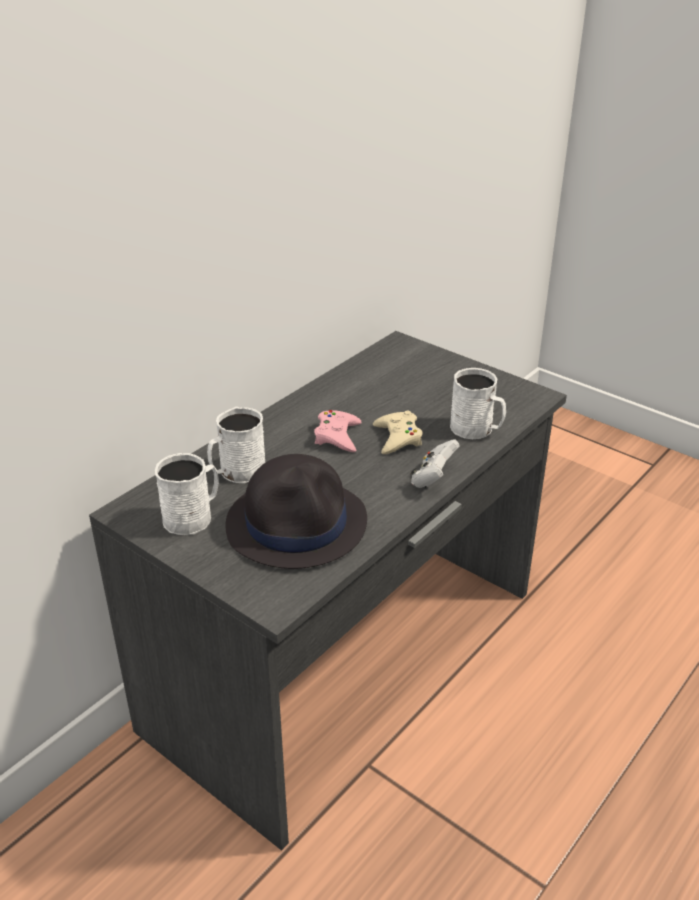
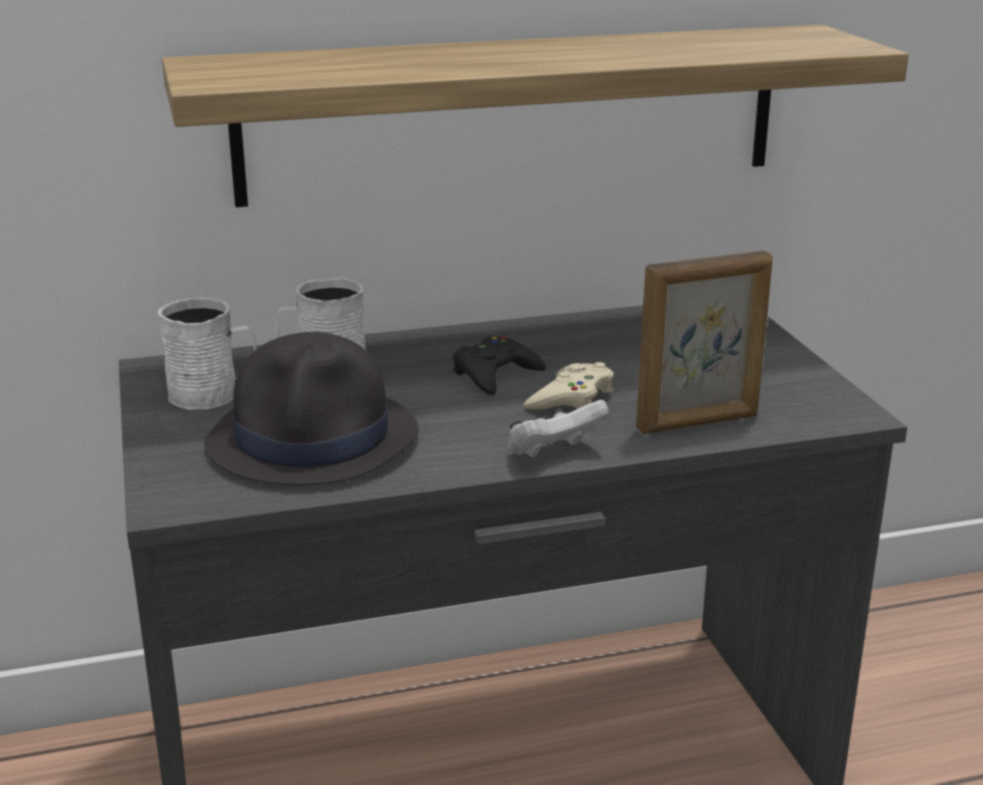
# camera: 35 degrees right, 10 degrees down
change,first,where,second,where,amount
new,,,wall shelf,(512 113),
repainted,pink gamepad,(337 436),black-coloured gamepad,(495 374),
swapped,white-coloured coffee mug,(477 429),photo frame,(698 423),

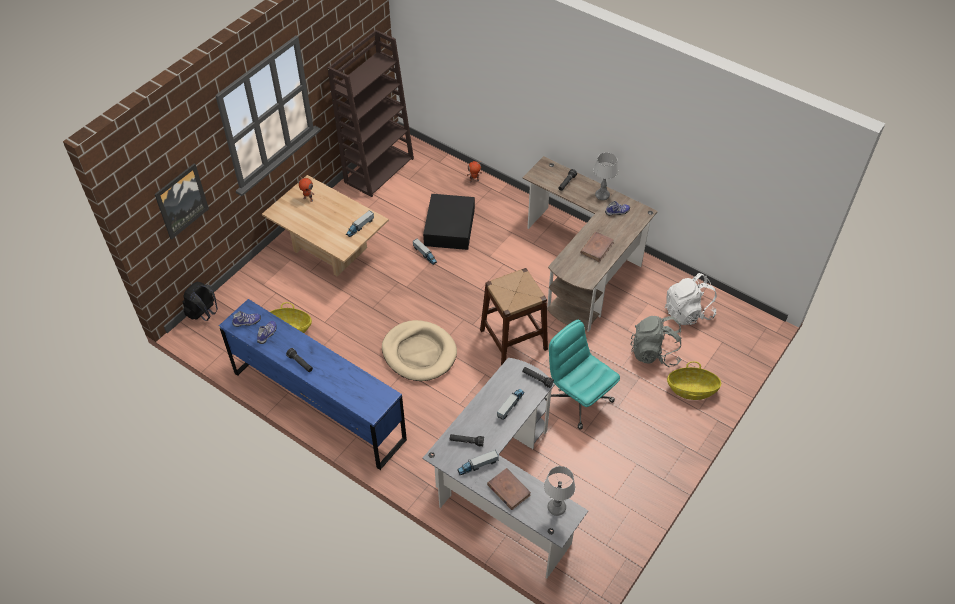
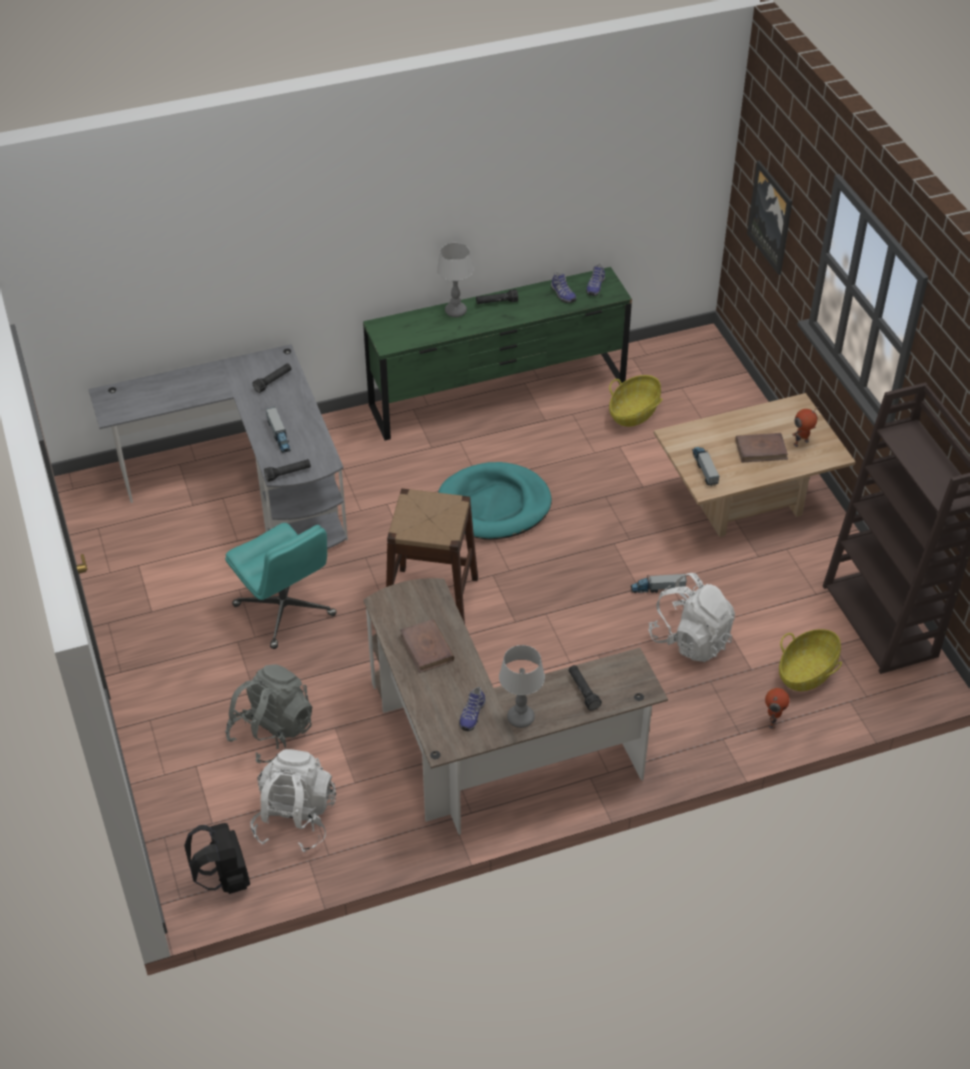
# camera: 125 degrees right, 5 degrees down
change,first,where,second,where,amount
shifted,black-coloured knapsack,(204 314),,(224 878),
rotated,turquoise-coloured desk chair,(578 399),,(285 611),60 degrees clockwise
repainted,blue-coloured dresser,(318 405),greenish dresser,(498 394),
shifted,lamp for a table,(557 507),,(455 311),
repainted,beige dog cushion,(419 353),turquoise-coloured dog cushion,(494 505),
swapped,black-coloured storage box,(449 227),white-coloured knapsack,(691 639),
shifted,brown-coloured bound book,(508 490),,(761 450),
shifted,household basket,(691 390),,(806 672),
gone,toy truck,(477 465),,,

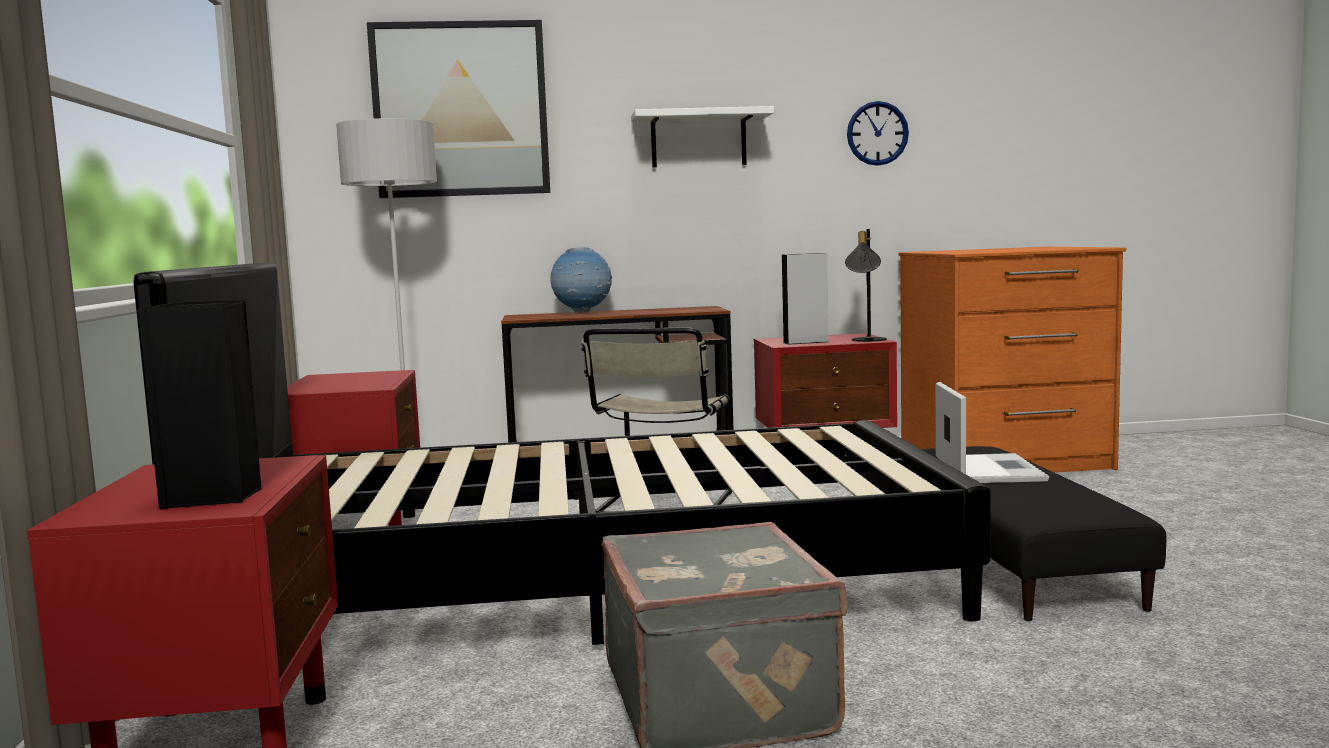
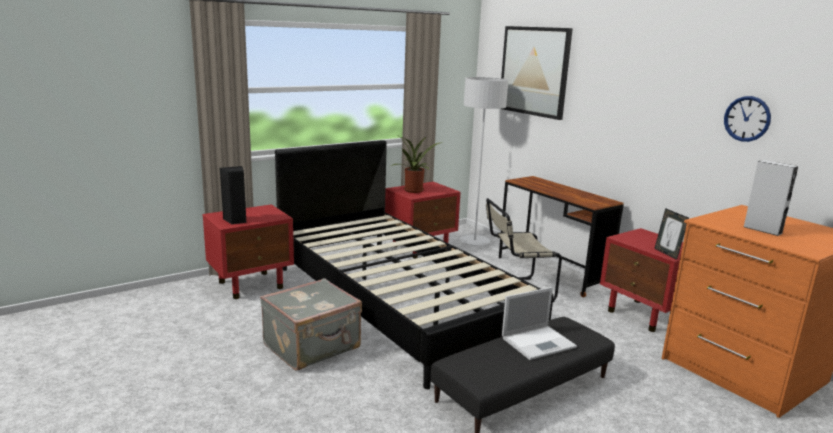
# camera: 60 degrees right, 10 degrees up
change,first,where,second,where,amount
new,,,houseplant,(414 191),
swapped,black-coloured lamp for a table,(866 340),photo frame,(667 253),
shifted,gray speaker,(805 342),,(762 230),
gone,desk globe,(582 313),,,
gone,white-coloured wall shelf,(698 140),,,

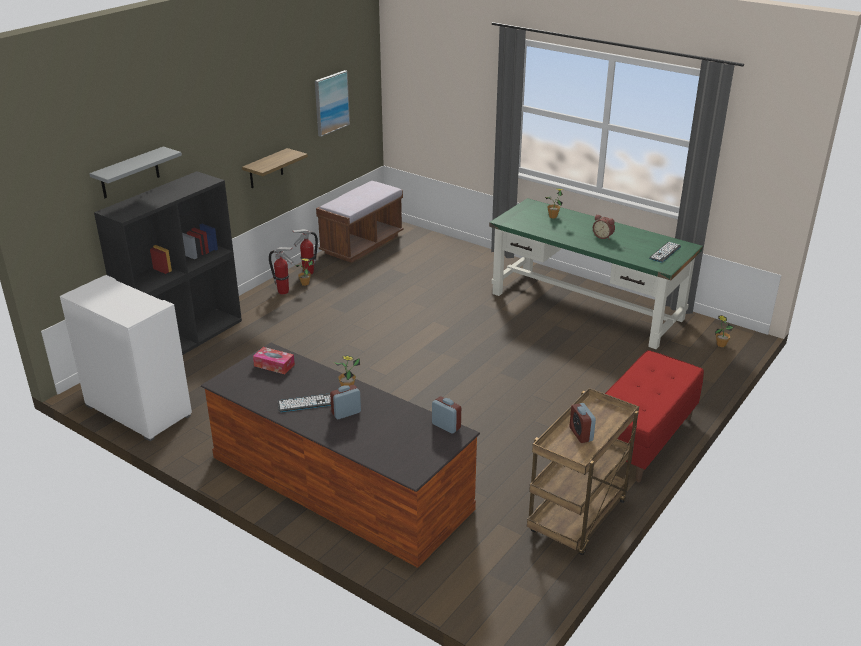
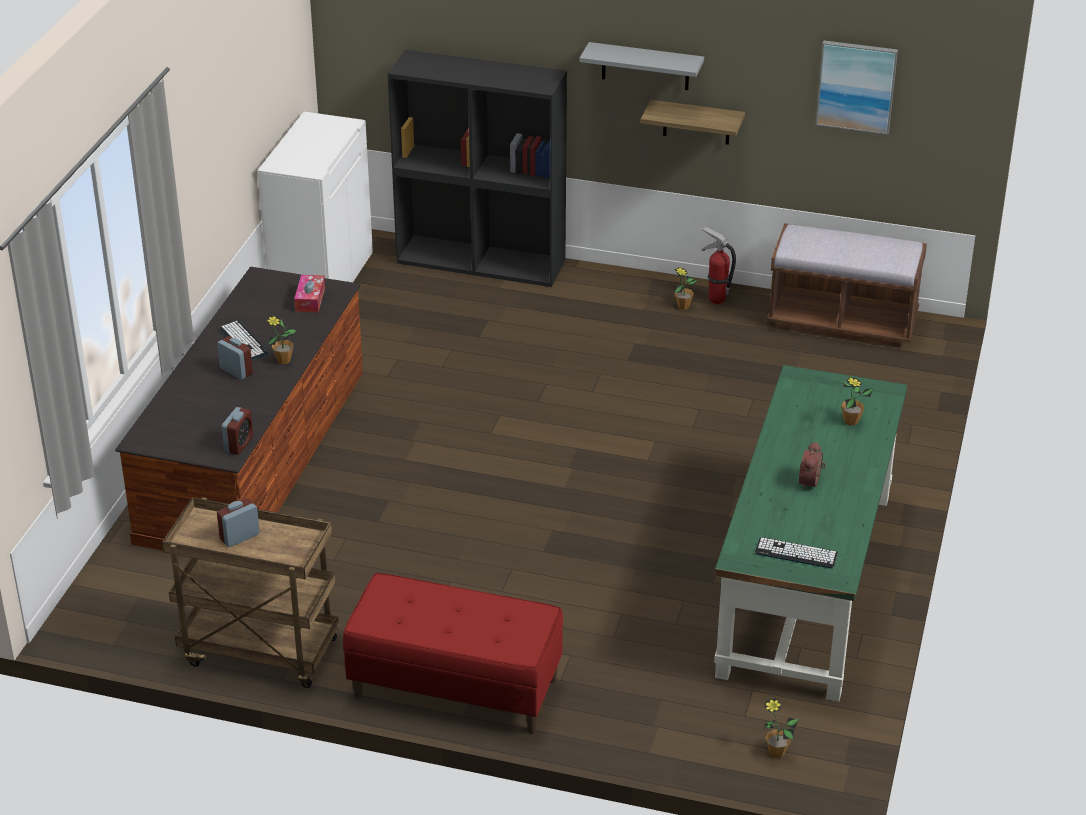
# camera: 70 degrees right, 5 degrees up
change,first,where,second,where,amount
shifted,gray wall shelf,(129 173),,(645 66),
gone,fire extinguisher,(284 292),,,

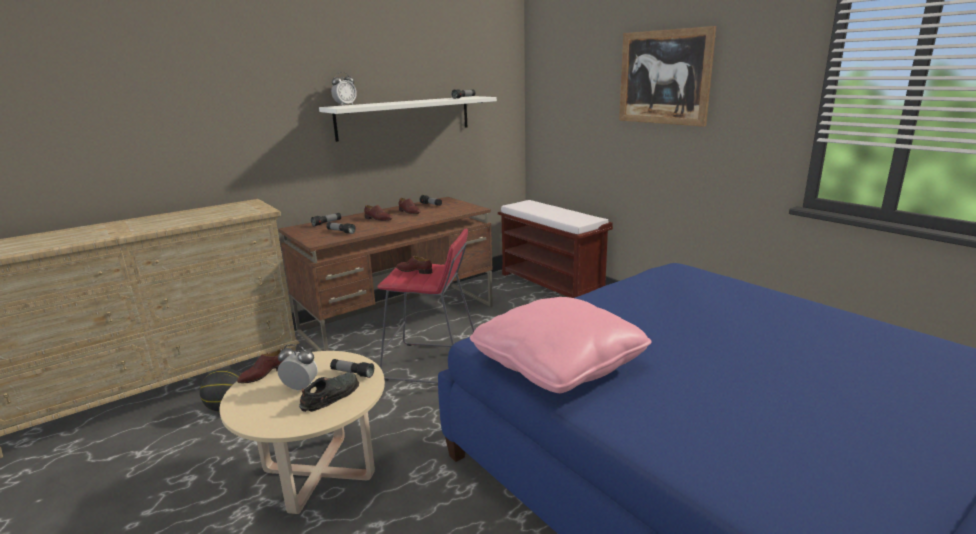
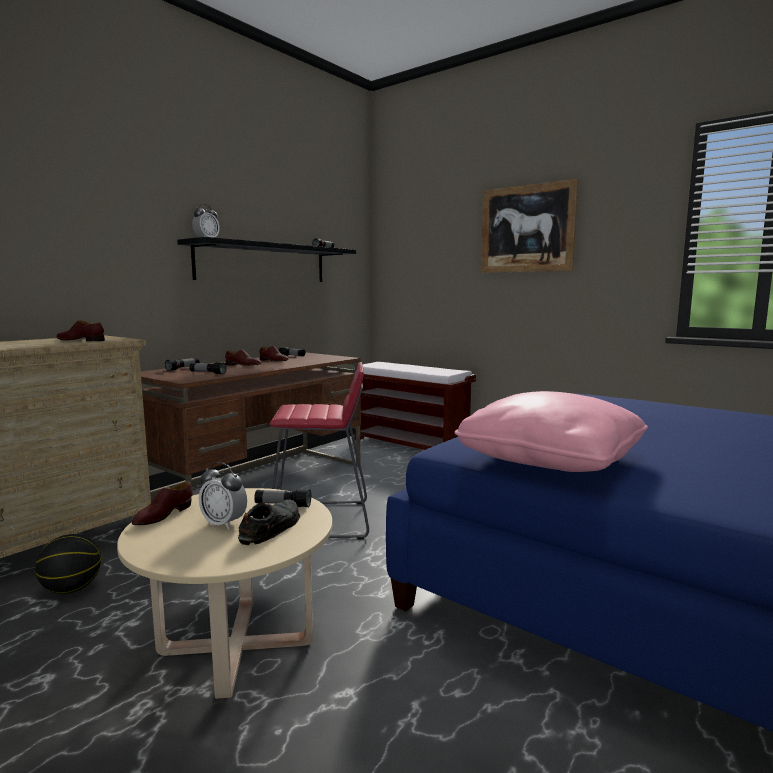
# camera: 15 degrees left, 10 degrees down
change,first,where,second,where,amount
shifted,brown-coloured shoe,(414 271),,(81 341),
repainted,white-coloured wall shelf,(404 117),black-coloured wall shelf,(263 263),
rotated,alarm clock,(300 388),,(224 524),150 degrees counterclockwise

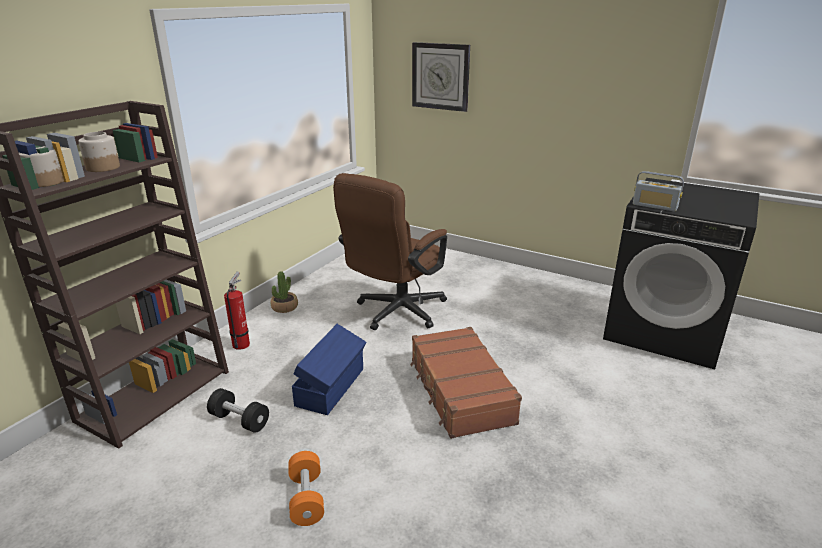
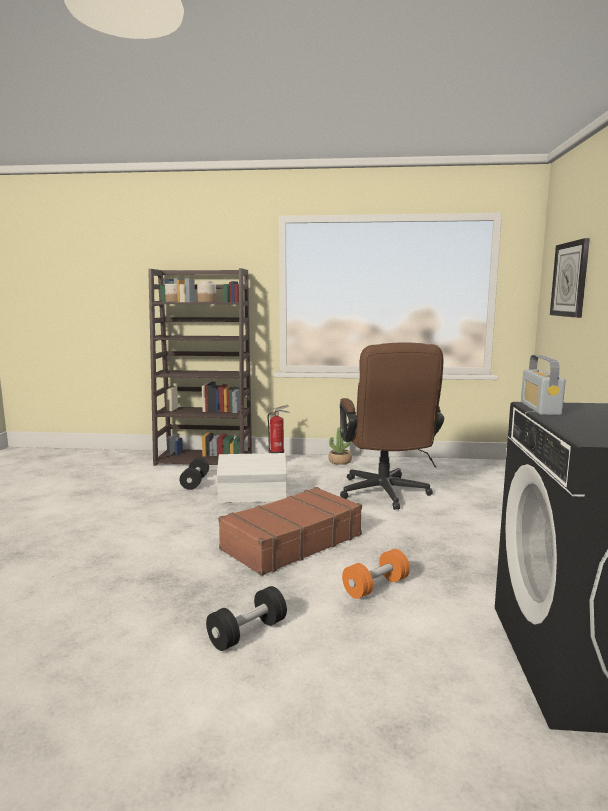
# camera: 65 degrees right, 15 degrees down
change,first,where,second,where,amount
new,,,black-coloured free weight,(247 633),
repainted,blue-coloured storage box,(332 386),white-coloured storage box,(253 497),
rotated,brown-coloured desk chair,(395 313),,(385 495),105 degrees counterclockwise
shifted,orange free weight,(306 498),,(376 587),

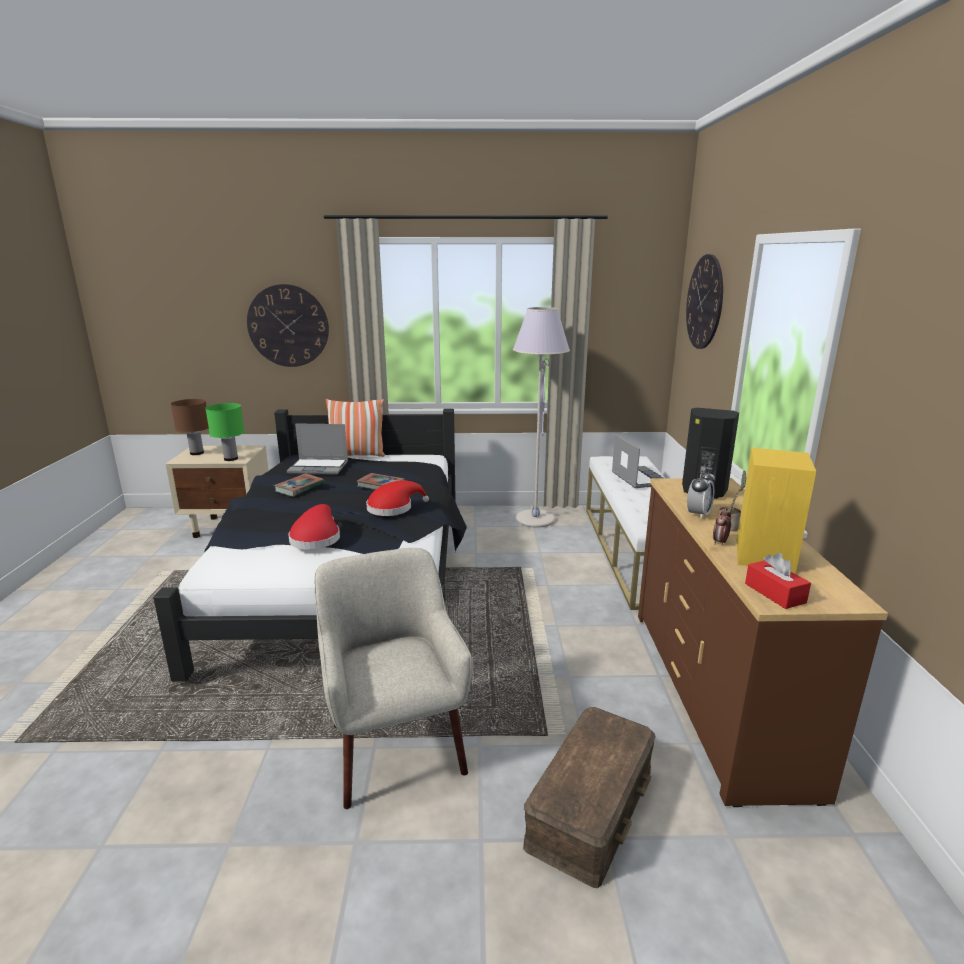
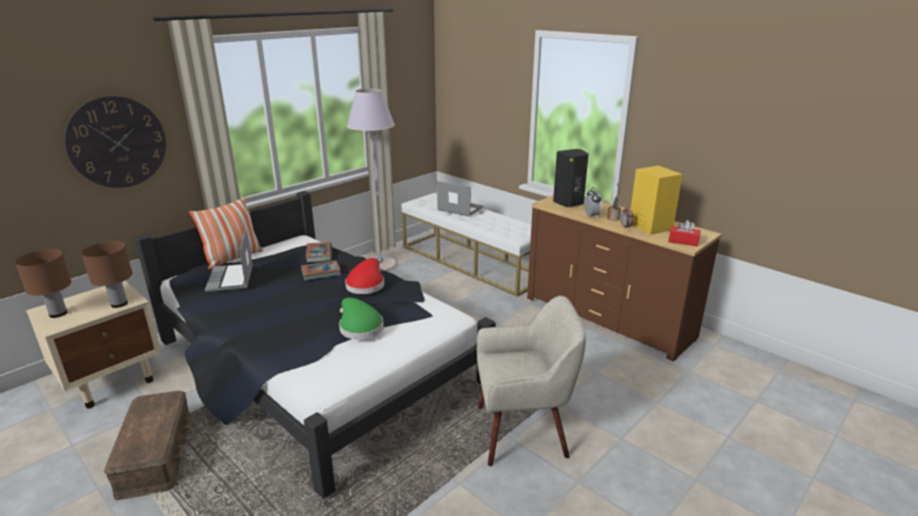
# camera: 45 degrees left, 5 degrees up
change,first,where,second,where,amount
repainted,greenish lamp for a table,(231 459),brown-coloured lamp for a table,(119 303),
shifted,brown-coloured storage box,(592 807),,(157 454),
rotated,laptop,(319 468),,(231 279),120 degrees clockwise
shifted,bound book,(300 488),,(319 254),
repainted,reddish clothing hat,(316 538),greenish clothing hat,(359 327),
rotated,beige lounge chair,(395 747),,(523 432),150 degrees clockwise
gone,hanging clock,(704 302),,,

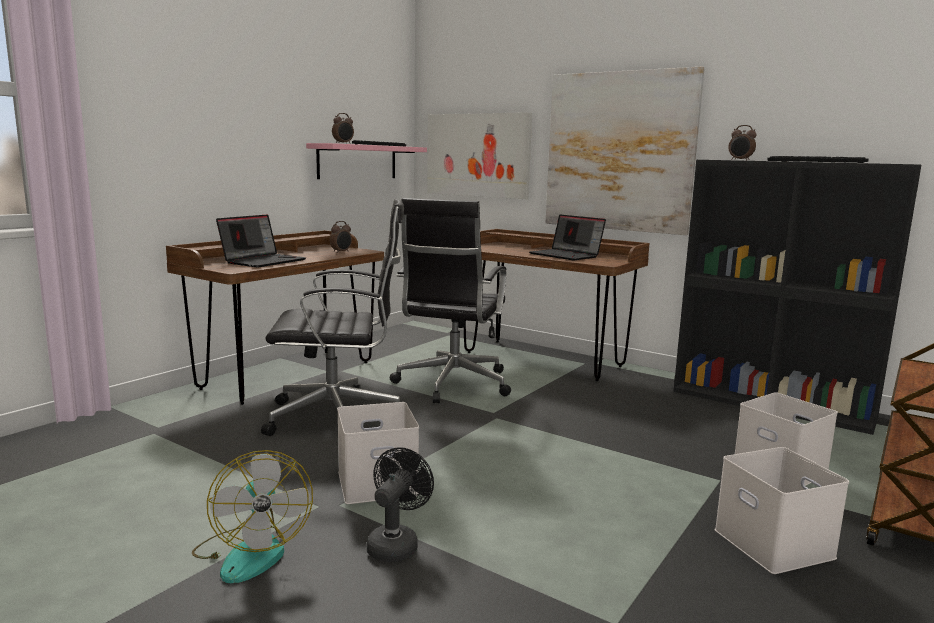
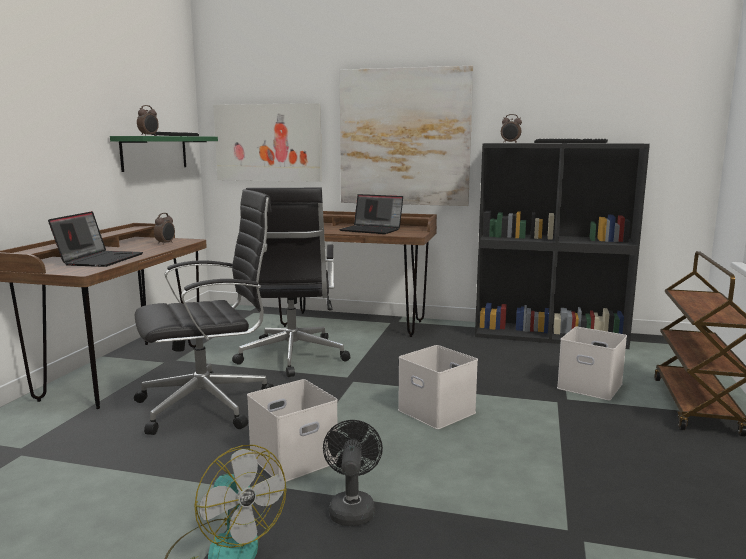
# camera: 20 degrees left, 0 degrees up
change,first,where,second,where,amount
repainted,pink wall shelf,(357 162),greenish wall shelf,(154 152),
shifted,white-coloured storage box,(770 543),,(434 411),

